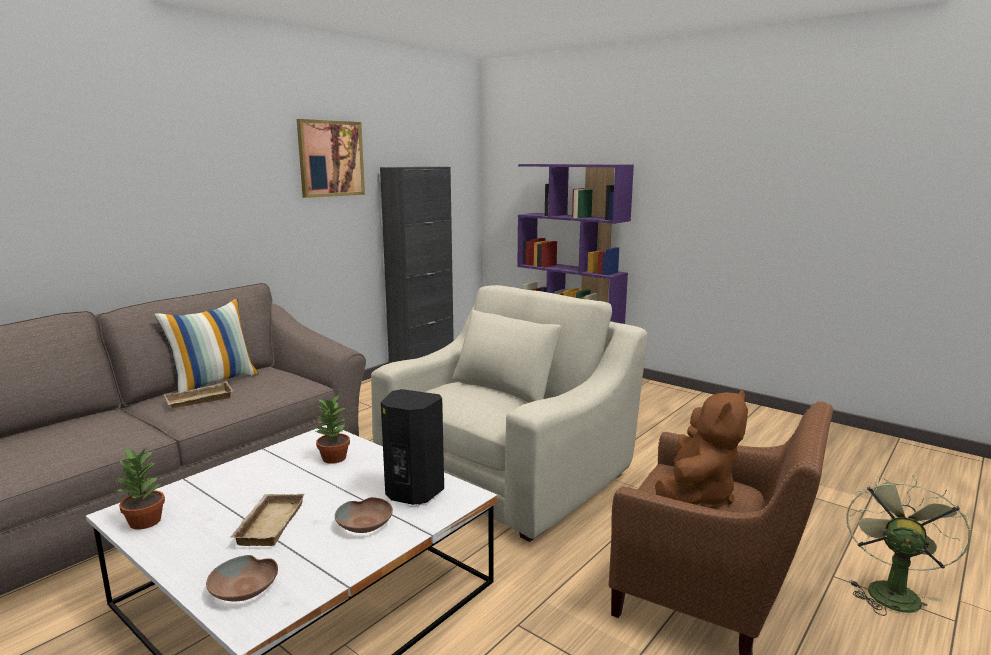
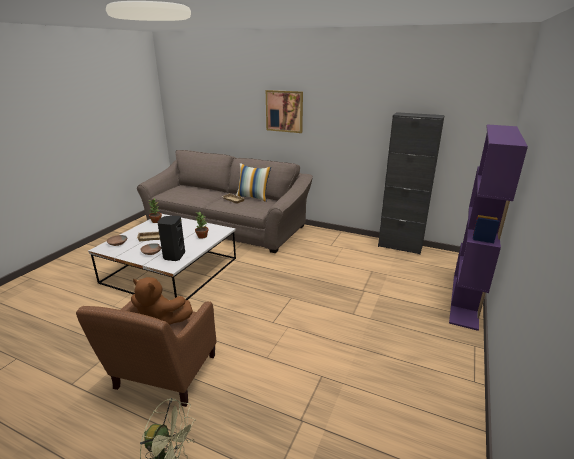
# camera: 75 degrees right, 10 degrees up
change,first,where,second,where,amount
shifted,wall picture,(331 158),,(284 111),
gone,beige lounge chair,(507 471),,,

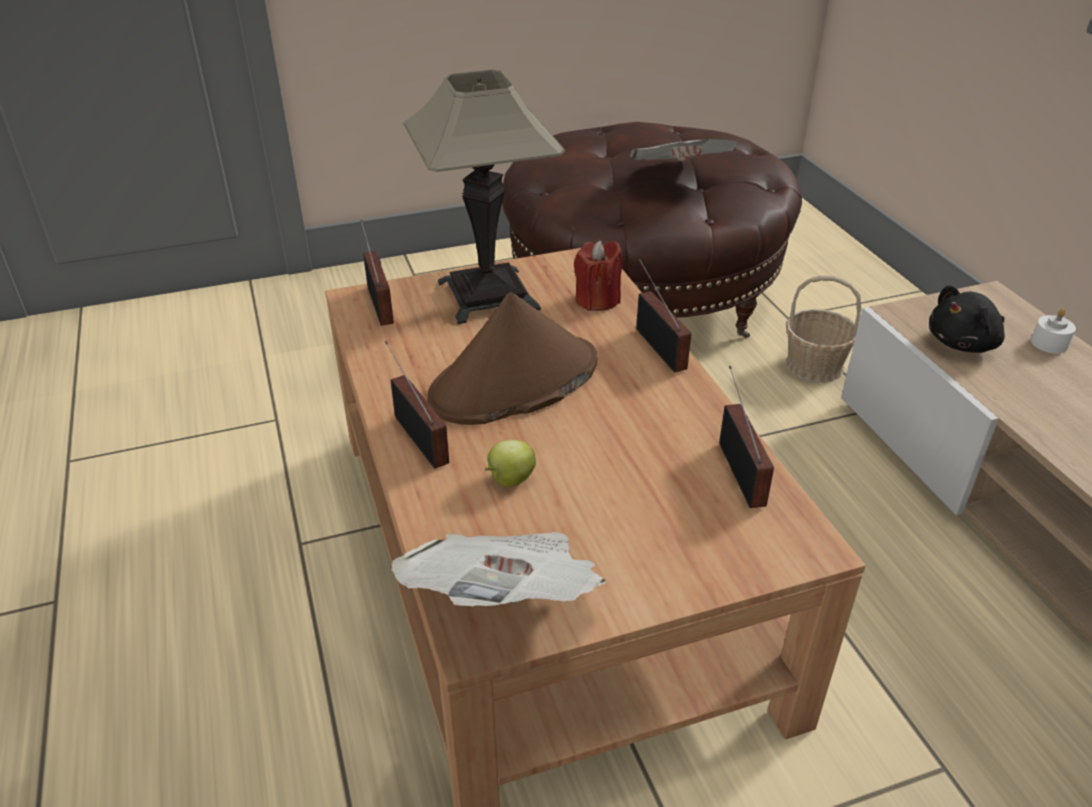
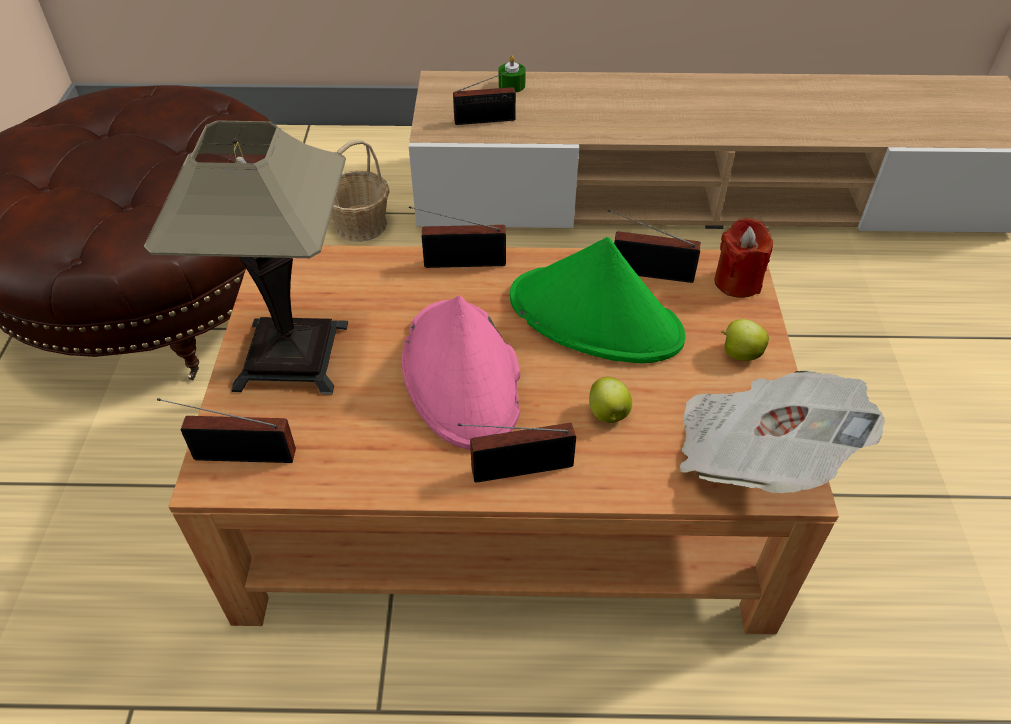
# camera: 70 degrees left, 10 degrees up
change,first,where,second,where,amount
repainted,brown-coloured clothing hat,(514 382),pink clothing hat,(462 374),
swapped,black-coloured cuddly toy,(964 343),radio receiver,(488 120),
repainted,white-coloured candle,(1049 343),greenish candle,(511 85),
new,,,greenish clothing hat,(596 318),
shifted,reddish candle,(597 300),,(737 282),
new,,,whole apple,(739 354),
gone,newspaper,(679 179),,,

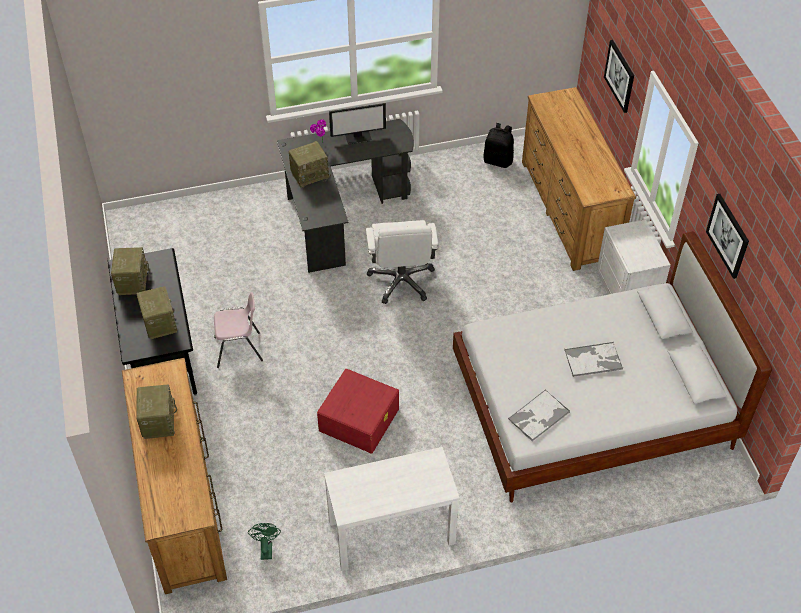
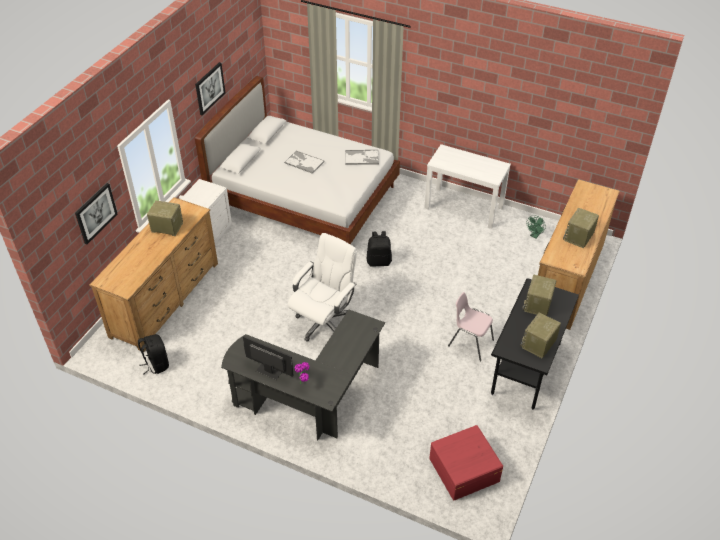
# camera: 140 degrees left, 5 degrees down
change,first,where,second,where,amount
shifted,radio receiver,(310 175),,(166 227),
new,,,black-coloured knapsack,(379 261),
shifted,reddish storage box,(359 419),,(463 469),

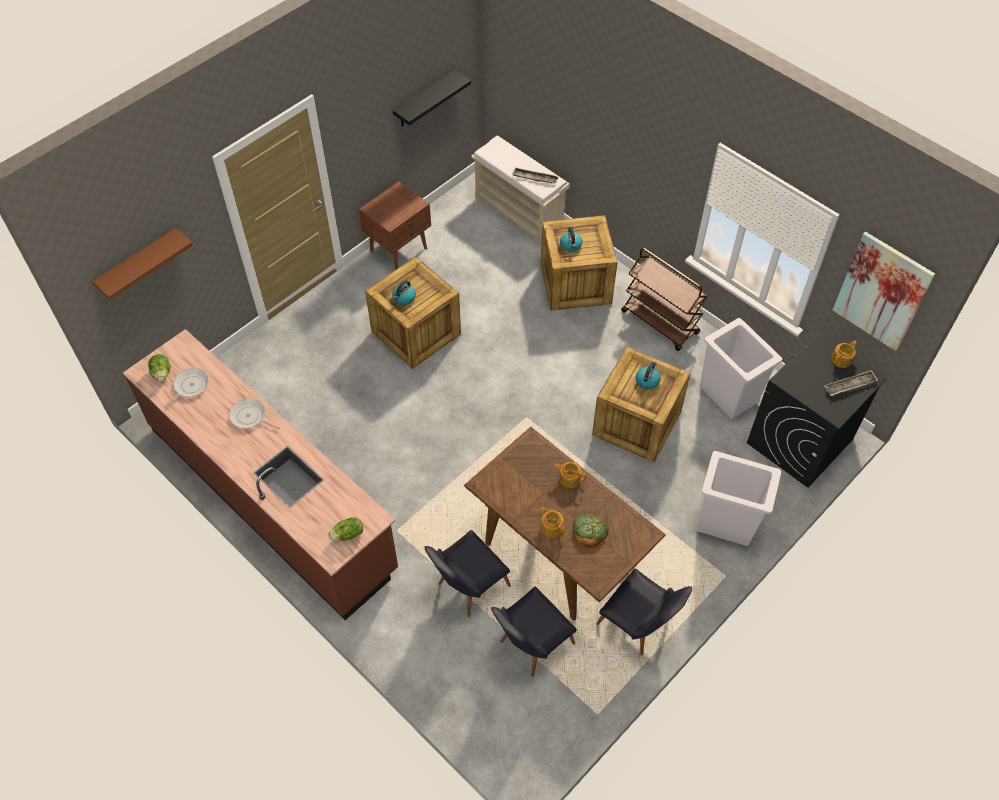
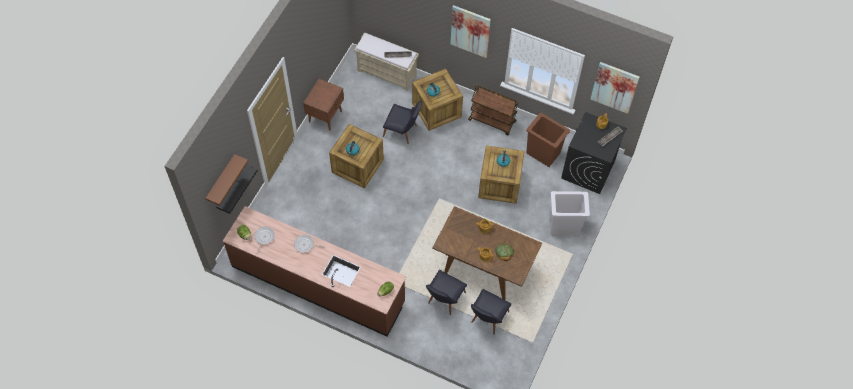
# camera: 20 degrees left, 5 degrees up
change,first,where,second,where,amount
shifted,black-coloured wall shelf,(424 100),,(231 189),
shifted,black-coloured chair,(638 627),,(403 132),
new,,,wall picture,(470 31),
repainted,white-coloured trash can,(728 395),brown-coloured trash can,(543 154),

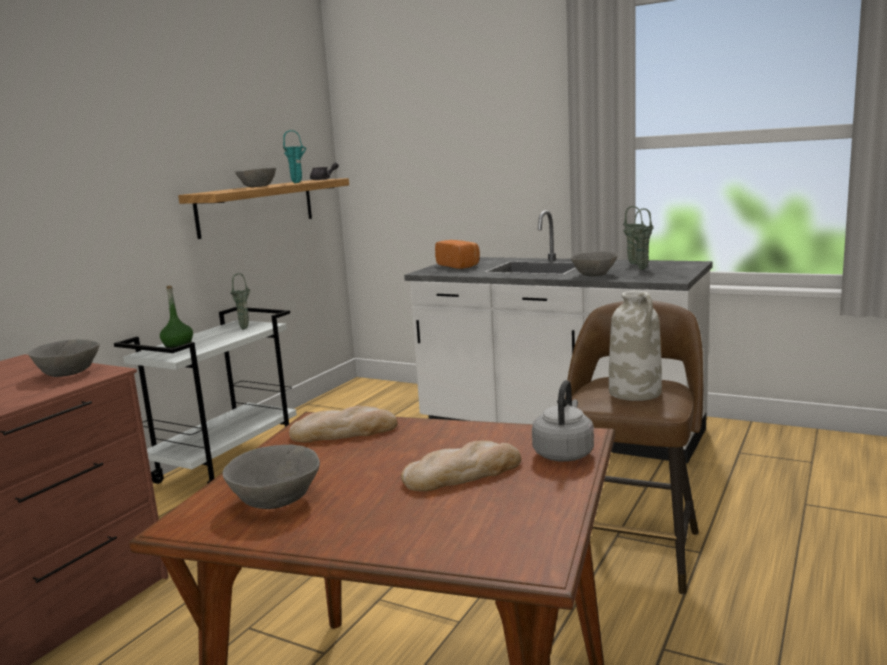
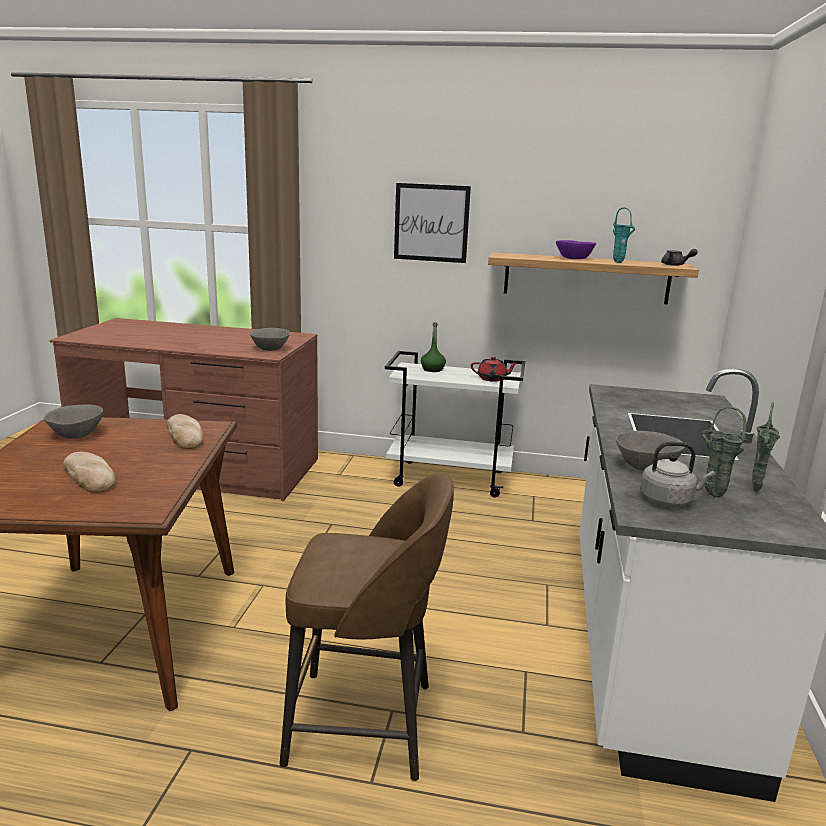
# camera: 70 degrees right, 5 degrees up
change,first,where,second,where,amount
new,,,wall picture,(431 223),
swapped,greenish flower vase,(245 328),reddish tea pot,(492 379),
repainted,gray deep dish,(257 186),purple-coloured deep dish,(574 258),
shifted,gray water kettle,(564 453),,(669 501),
gone,baked bread,(459 265),,,
gone,white-coloured flower vase,(636 393),,,

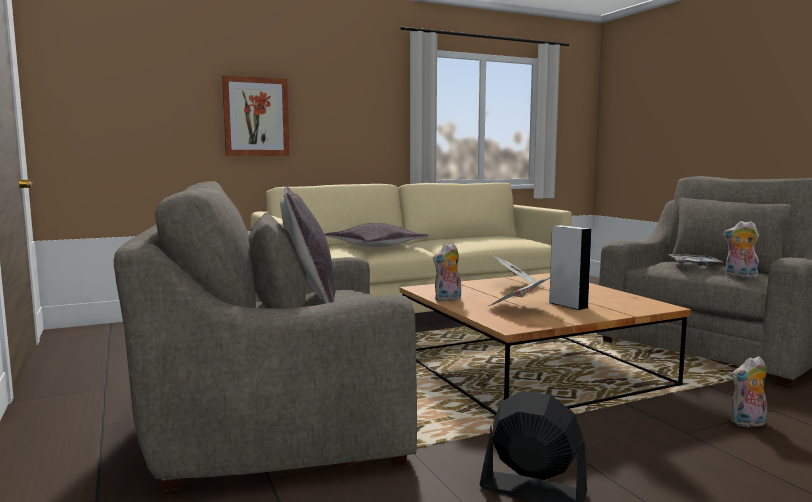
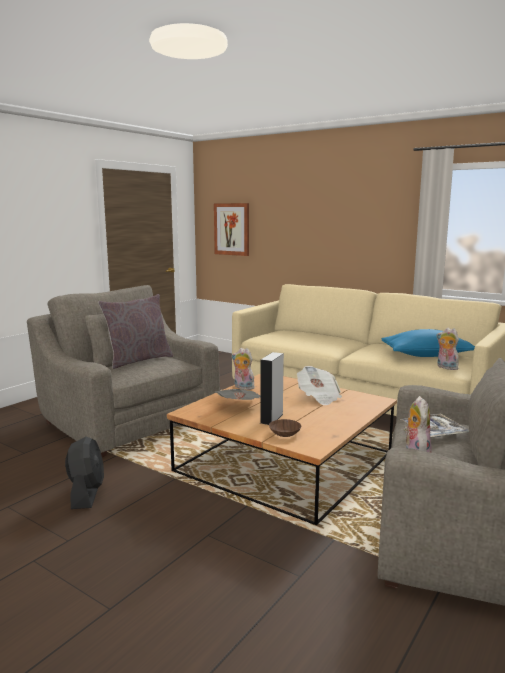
# camera: 60 degrees right, 5 degrees up
change,first,where,second,where,amount
shifted,wall picture,(256 117),,(232 229),
new,,,brown-coloured deep dish,(284 433),
new,,,blue-coloured pillow,(426 355),
shifted,cuddly toy,(748 423),,(445 367),
gone,gray pillow,(375 246),,,

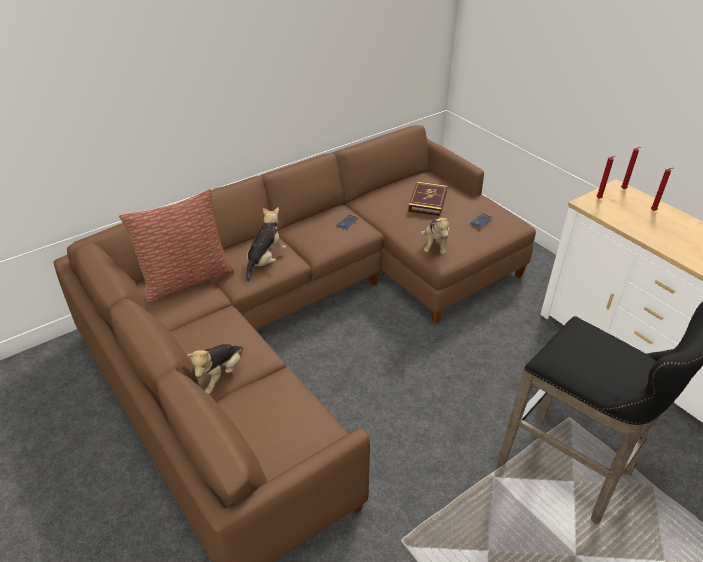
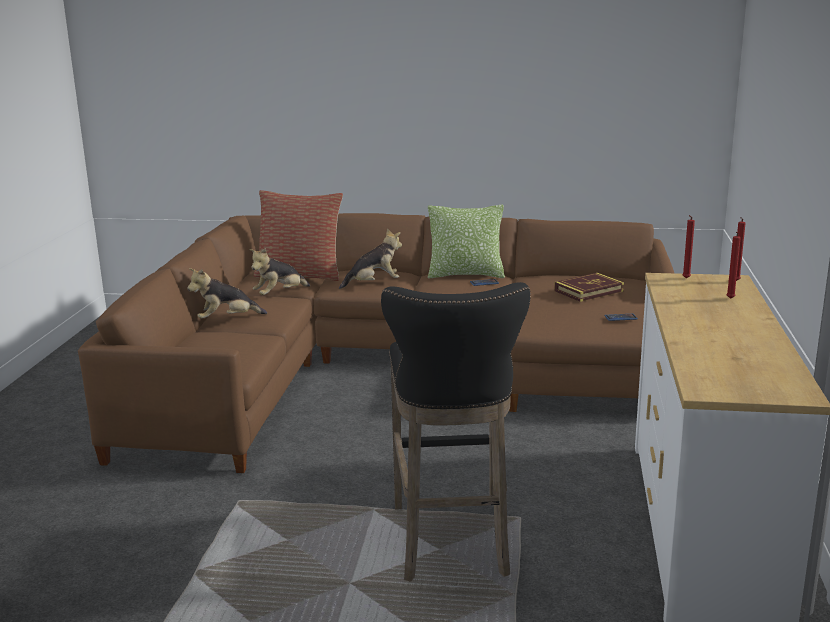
# camera: 45 degrees right, 20 degrees down
change,first,where,second,where,amount
shifted,cuddly toy,(435 245),,(279 294),
new,,,pillow,(466 275),

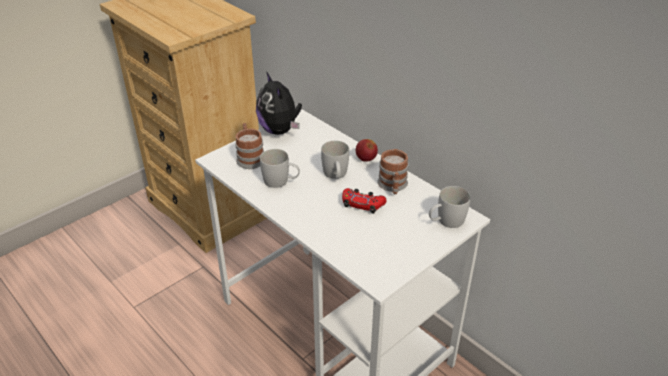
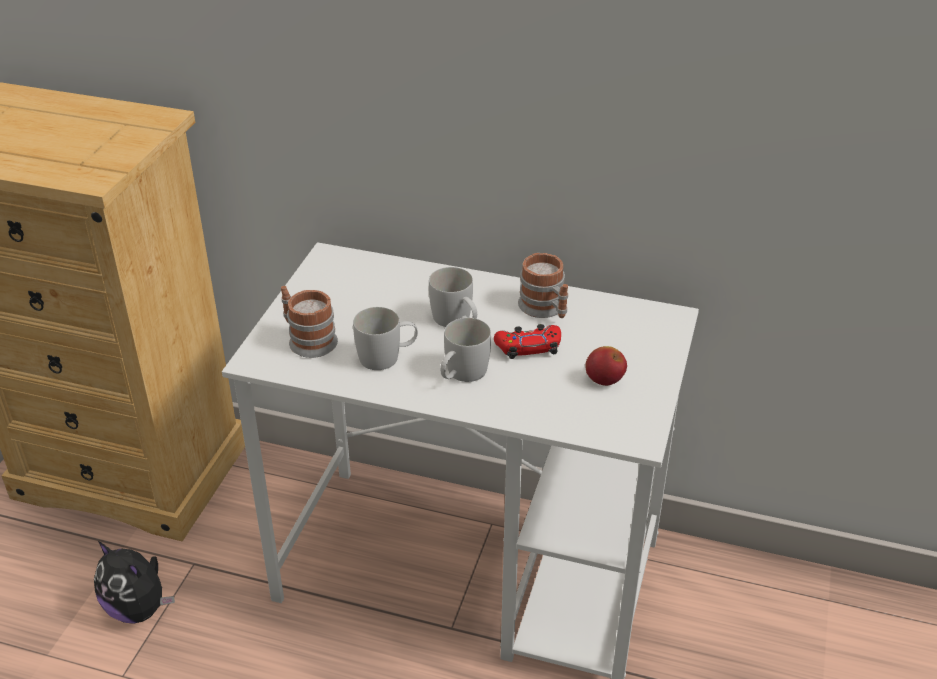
# camera: 30 degrees left, 0 degrees up
change,first,where,second,where,amount
shifted,cuddly toy,(280 130),,(139 608),
shifted,white-coloured coffee mug,(446 221),,(462 375),
shifted,whole apple,(366 159),,(604 380),

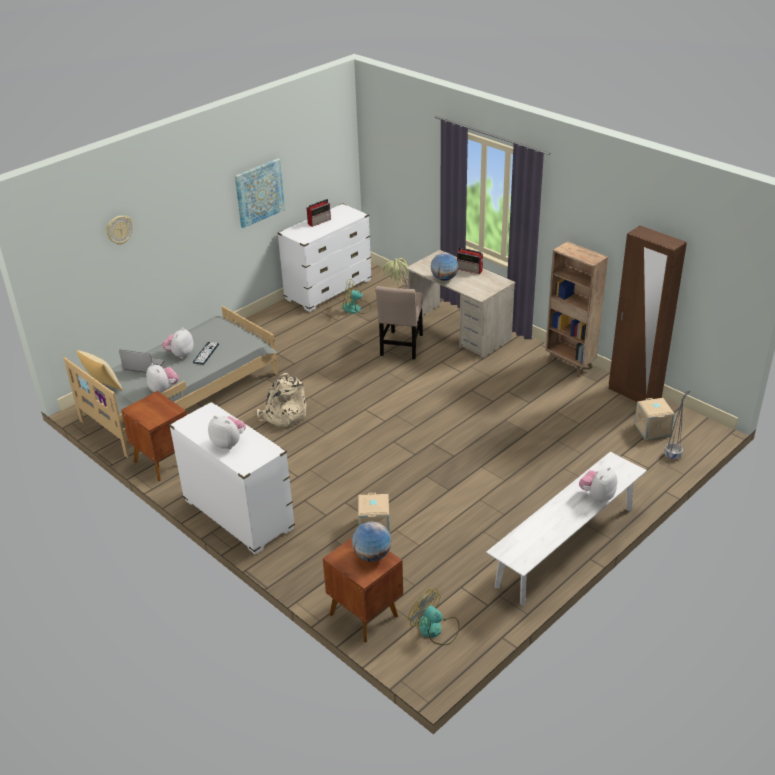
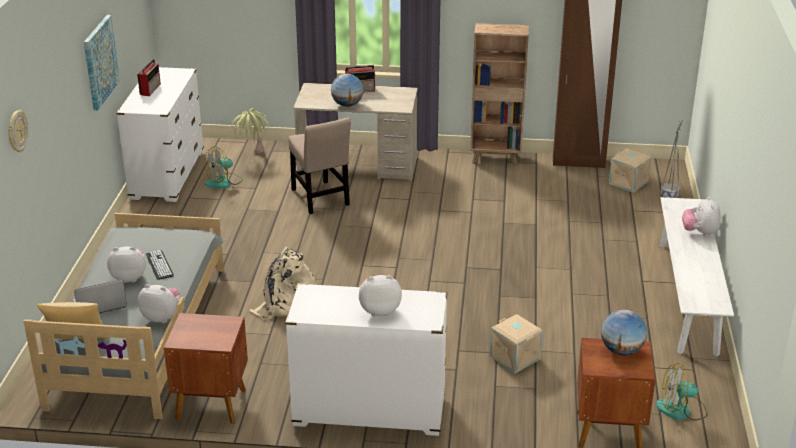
# camera: 40 degrees left, 5 degrees down
change,first,where,second,where,amount
rotated,cuddly toy,(180 354),,(129 277),105 degrees clockwise

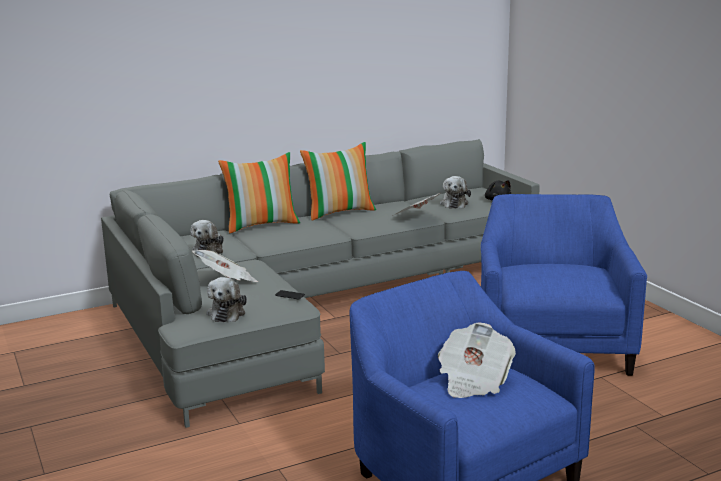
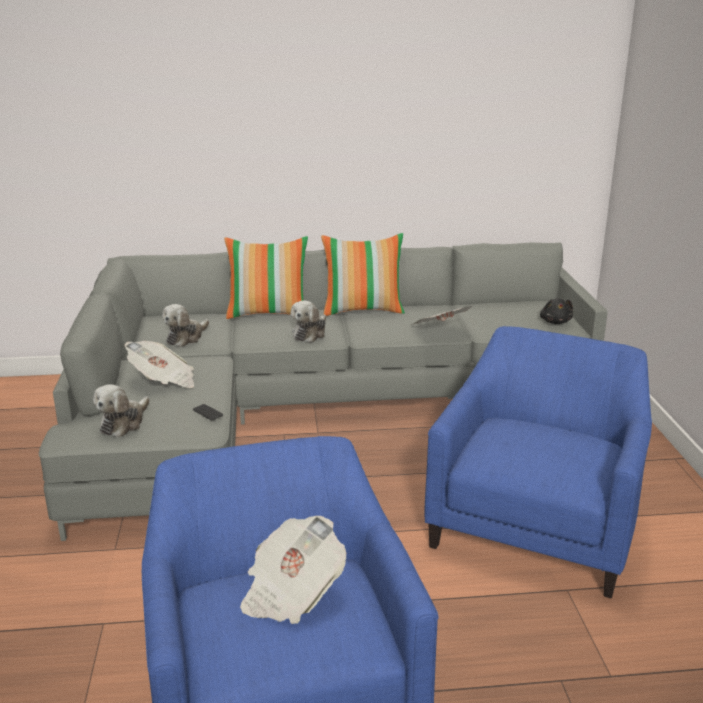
# camera: 20 degrees right, 5 degrees up
change,first,where,second,where,amount
shifted,cuddly toy,(454 203),,(310 333),

